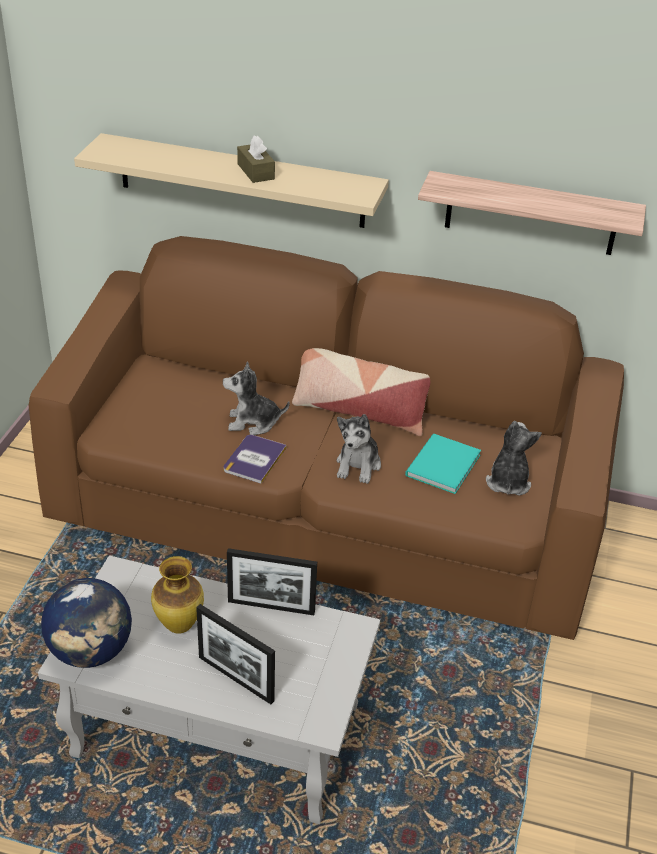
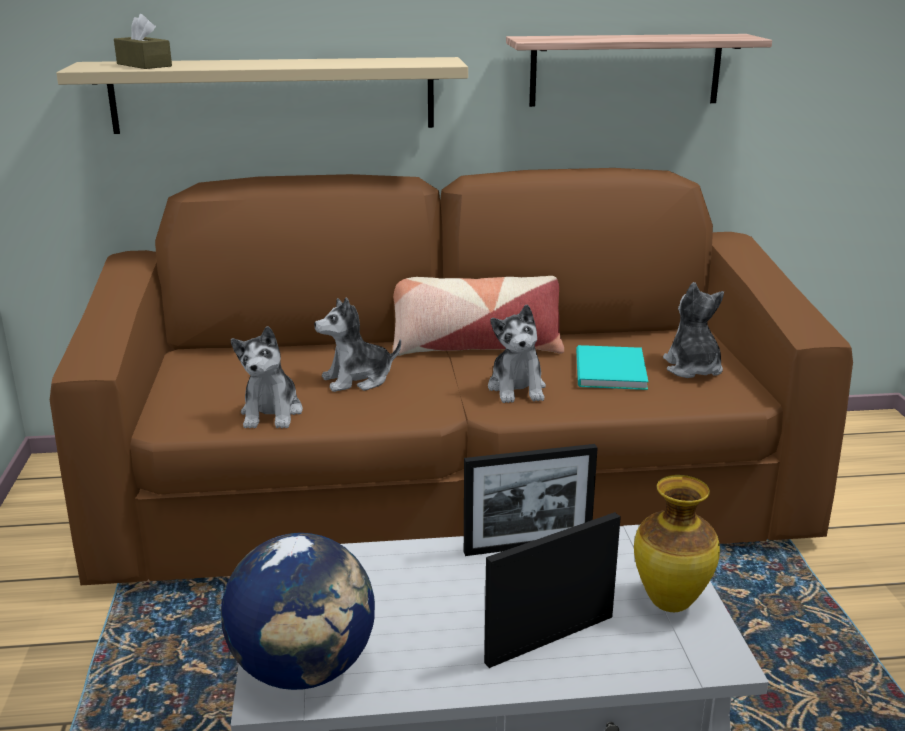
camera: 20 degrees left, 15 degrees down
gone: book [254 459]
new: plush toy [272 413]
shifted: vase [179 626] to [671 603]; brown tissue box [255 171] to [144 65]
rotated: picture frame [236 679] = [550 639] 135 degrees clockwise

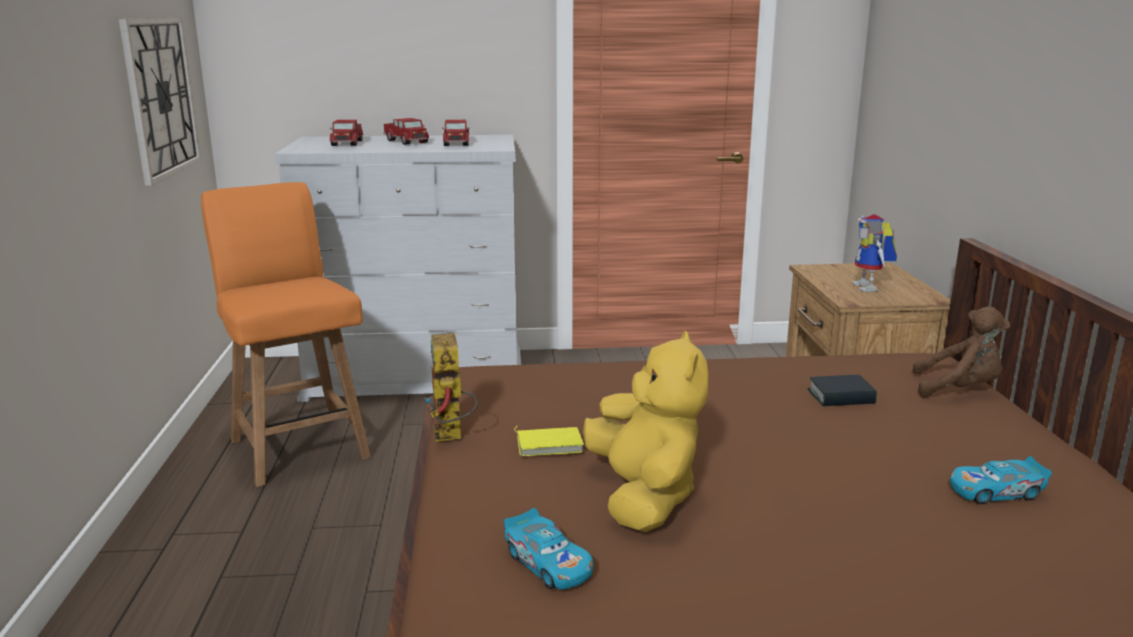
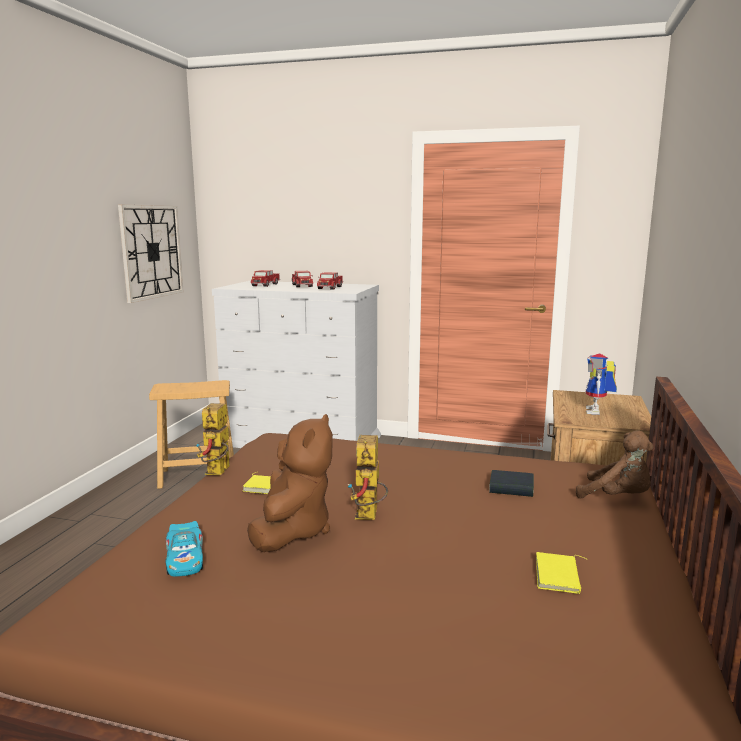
camera: 20 degrees right, 5 degrees down
new: toy robot [369 516]
swapped: orange chair [298 447] to brown stool [197 475]; toy car [995 491] to yellow book [559 576]
repainted: yellow plush toy [643 497] to brown plush toy [292 530]

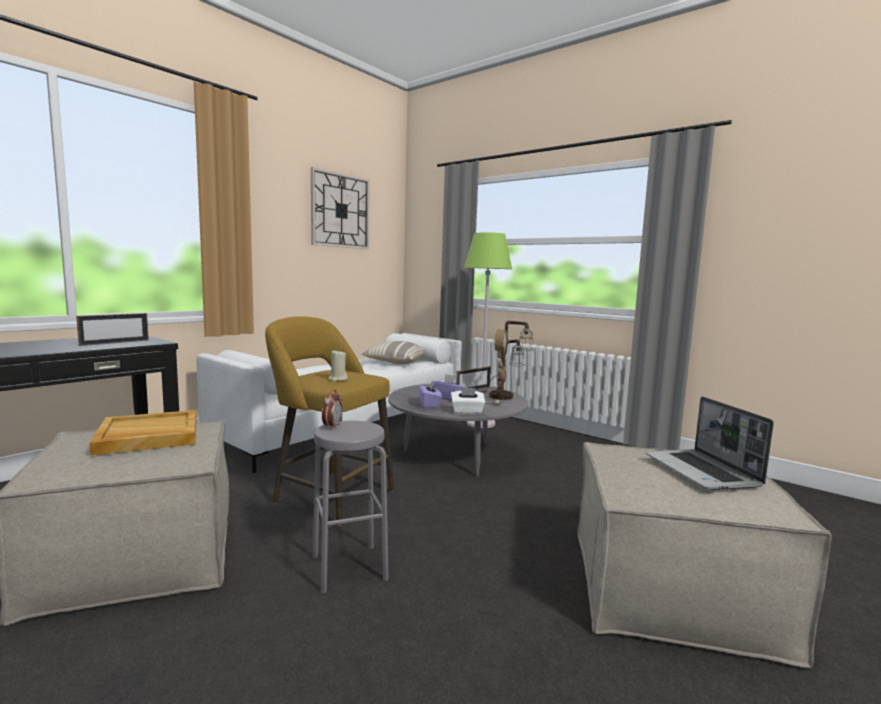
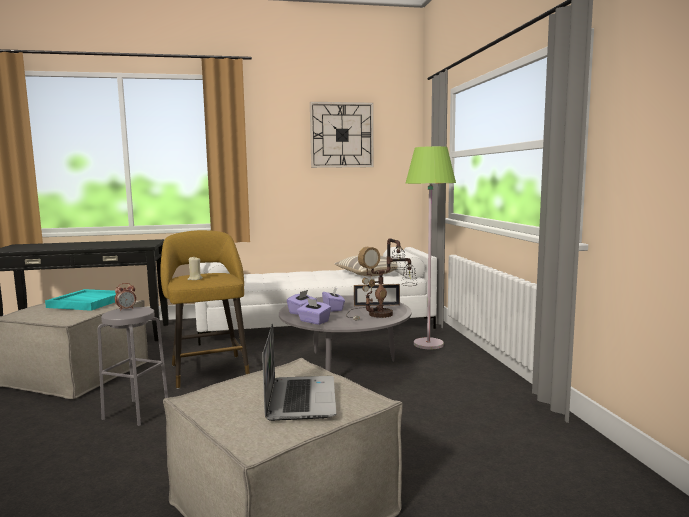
camera: 40 degrees right, 0 degrees up
gone: picture frame [115 342]
repainted: beige tray [148 436] to turquoise tray [87 302]; white tissue box [467 412] to purple tissue box [314 321]
rotated: laptop [702 471] = [300 399] 150 degrees clockwise

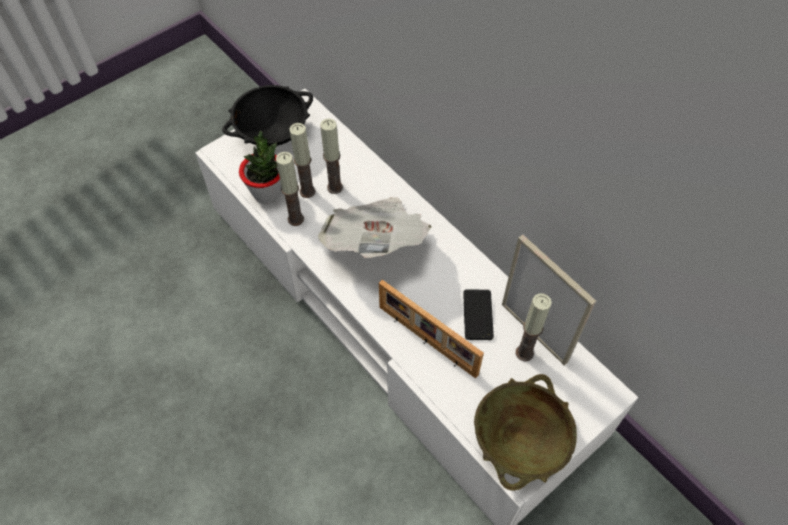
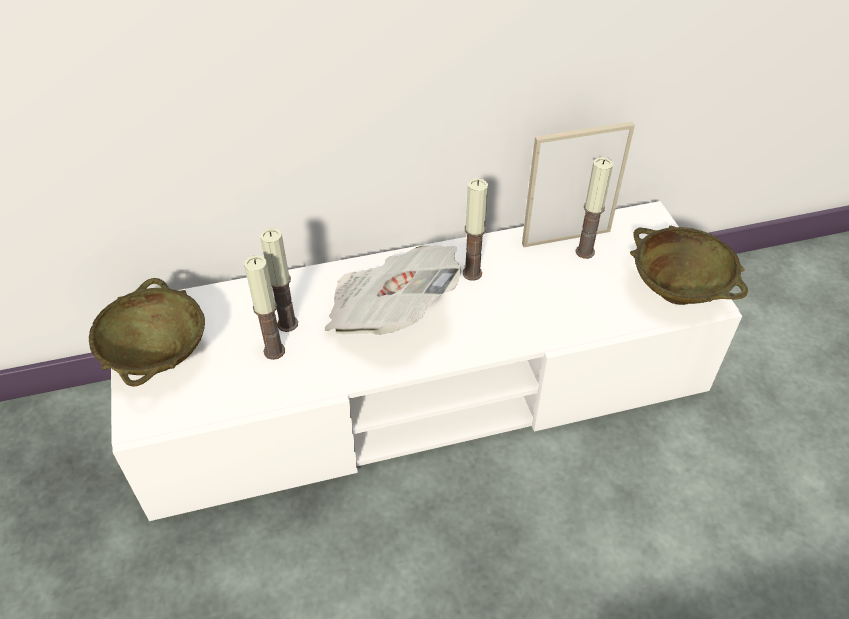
camera: 65 degrees left, 10 degrees down
gone: potted plant [267 193]; picture frame [426 341]; phone [478 315]
shifted: candle [295 219] to [472 273]
repainted: black bowl [273 135] to beige bowl [158 356]

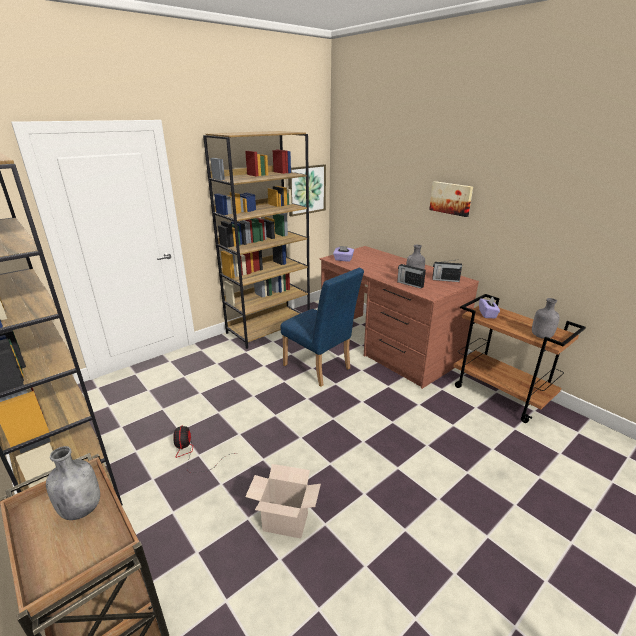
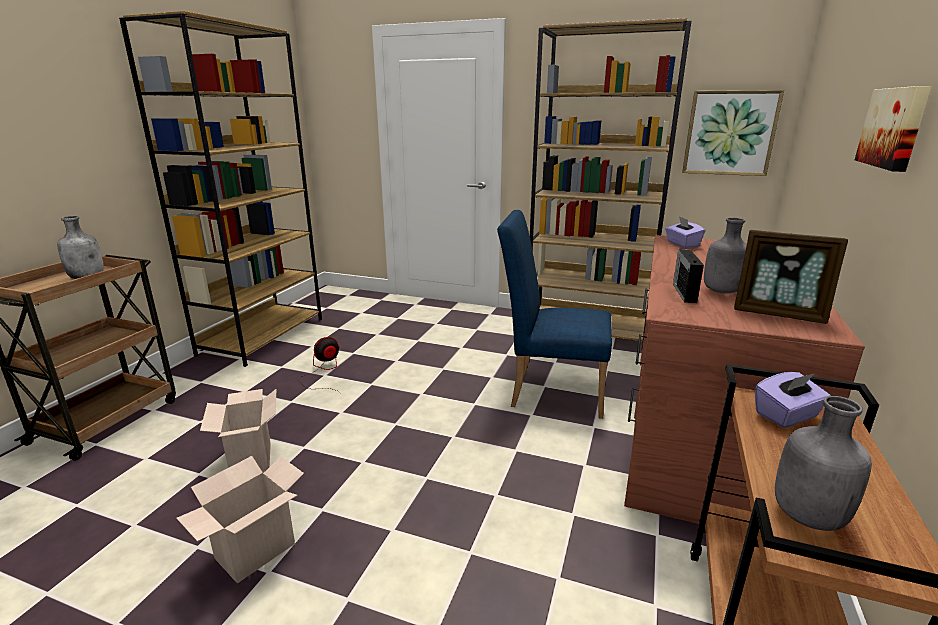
camera: 60 degrees right, 5 degrees down
new: cardboard box [254 553]
swapped: radio [445 280] to picture frame [778 314]
rotated: blue chair [320 369] = [549 392] 90 degrees clockwise

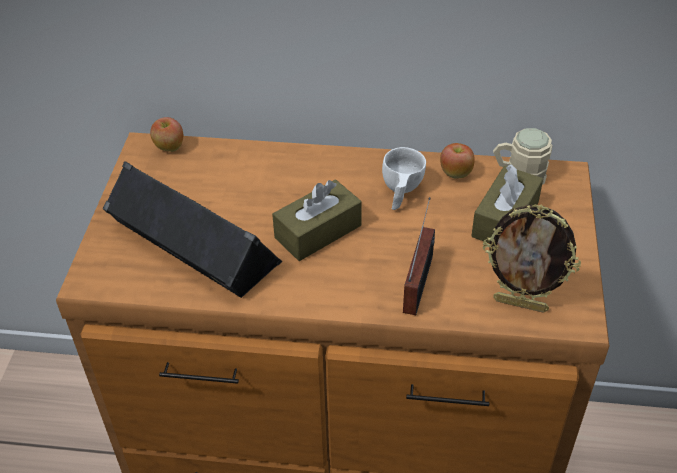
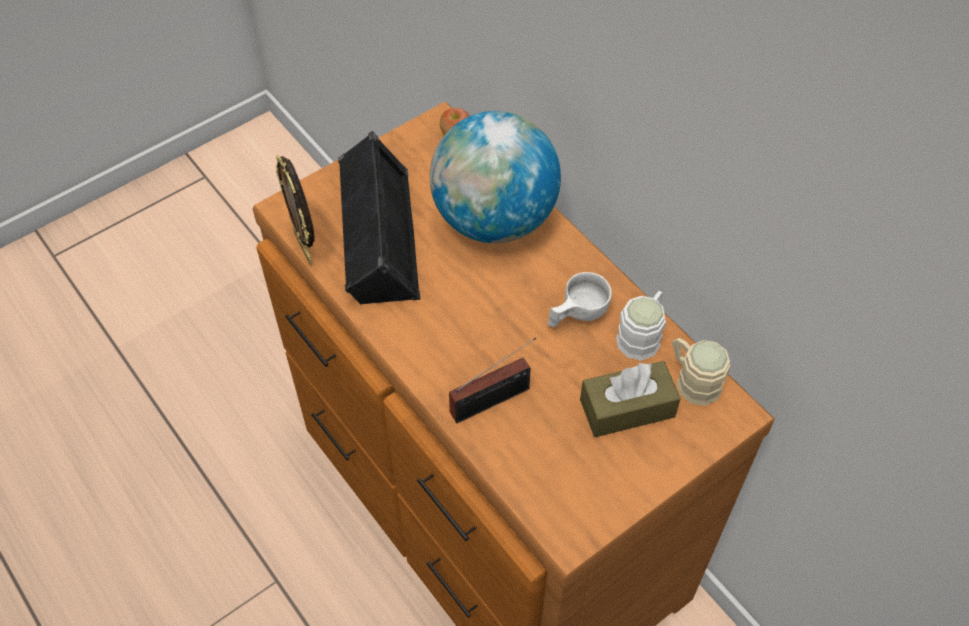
camera: 45 degrees right, 10 degrees up
gone: brown tissue box [318 231]
new: globe [494 219]
shifted: picture frame [521 304] to [305 247]
swapped: apple [455 173] to white mug [642 335]

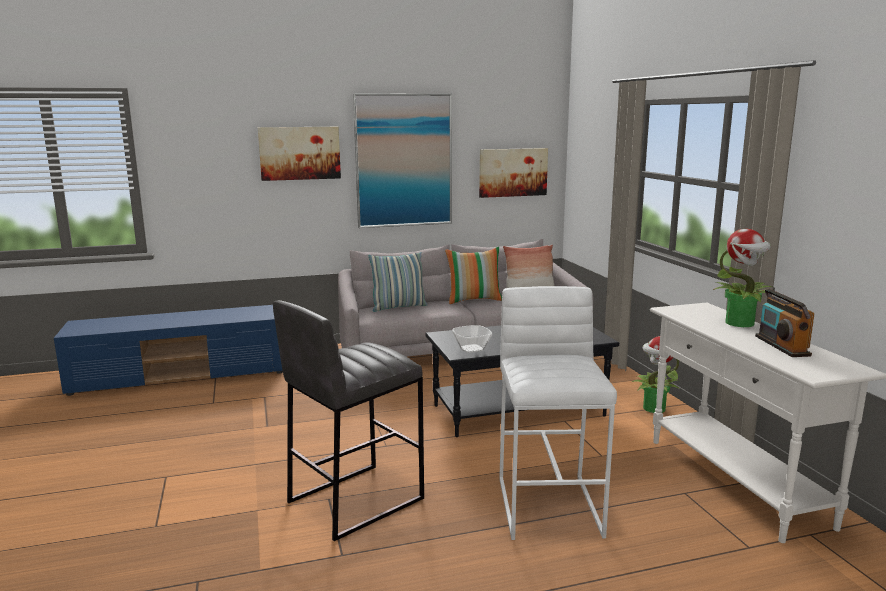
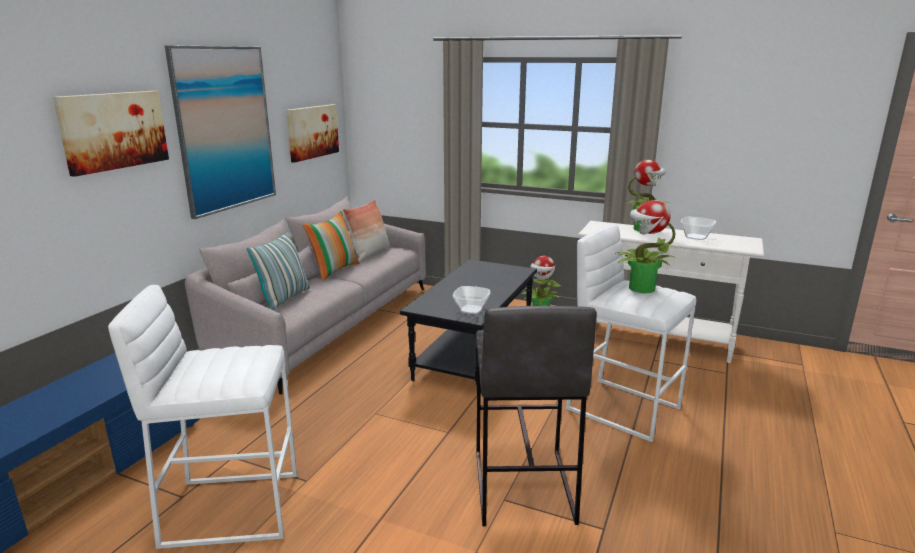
camera: 50 degrees left, 5 degrees up
new: white stool [231 507]; potted plant [640 288]
swapped: radio [781 346] to bowl [696 237]

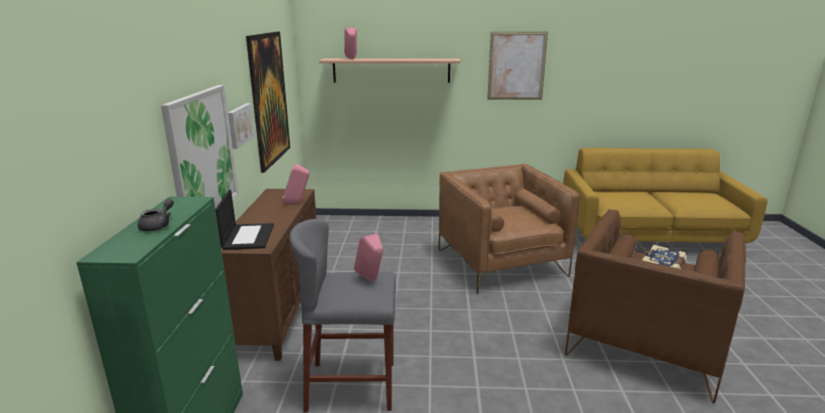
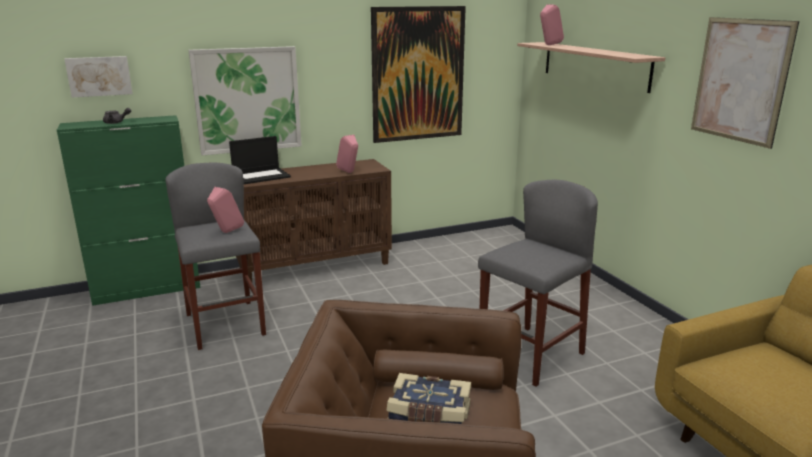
camera: 65 degrees right, 0 degrees up
shifted: picture [239 125] to [99 76]
swapped: brown armchair [500 263] to grey stool [531 355]

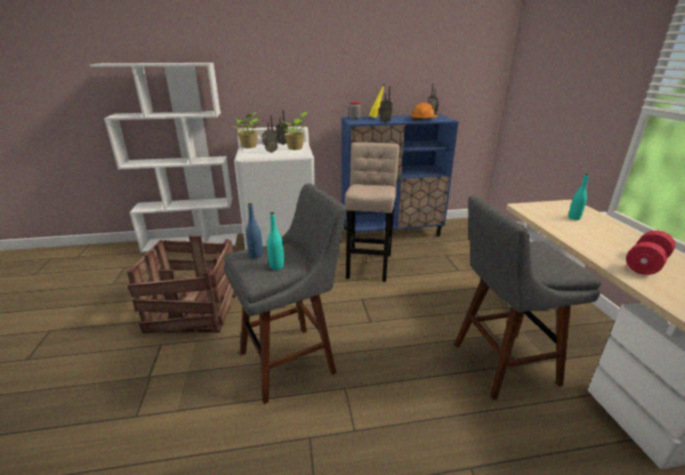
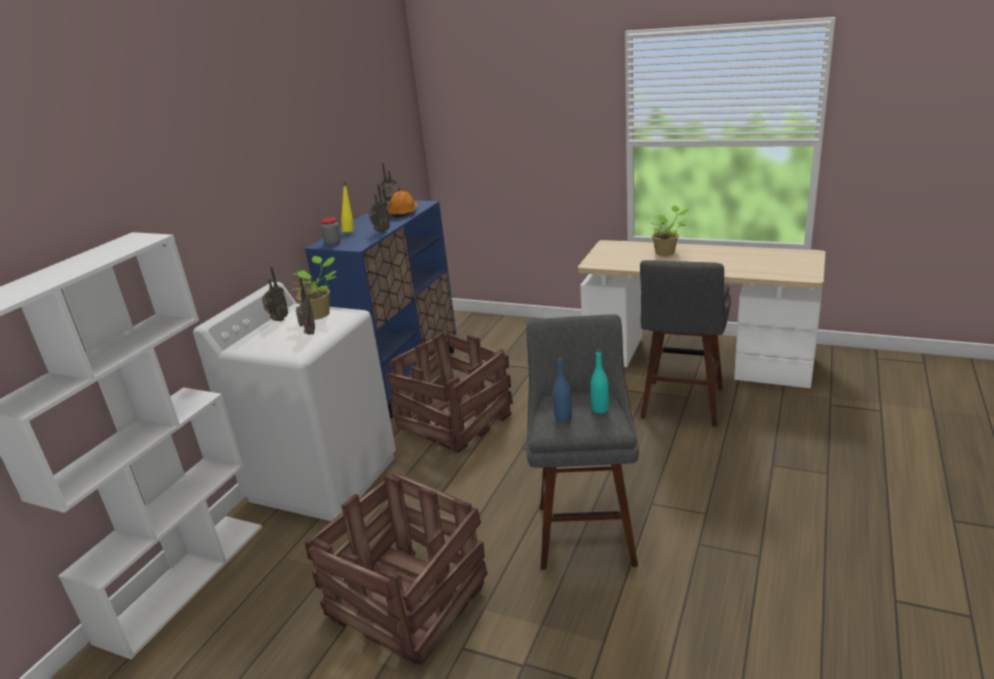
camera: 55 degrees left, 0 degrees up
gone: turquoise bottle [574 218]; red dumbbell [645 264]
shifted: potted plant [249 147] to [666 252]
swapped: beige stool [369 264] to crate [456 420]

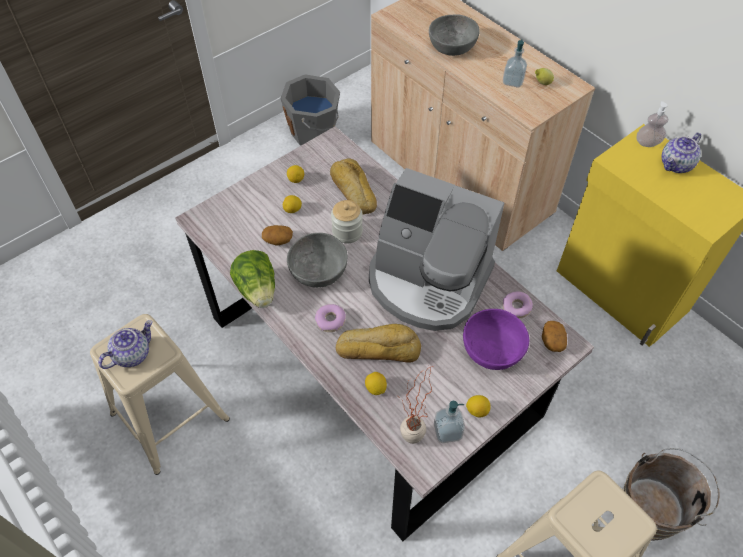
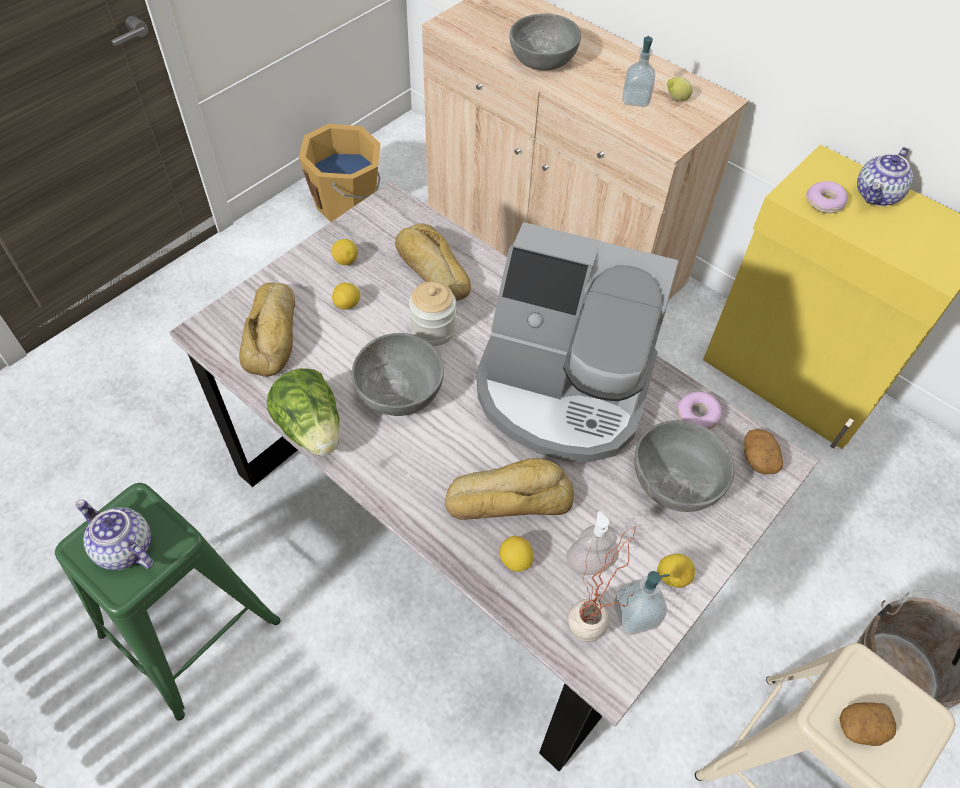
camera: 10 degrees left, 0 degrees up
new: bread [274 334]
shifted: potato [277 240] to [861 728]; donut [331 321] to [824 203]; soap dispenser [647 143] to [589 563]
repainted: beige stool [168 416] to green stool [187 627]; grey bucket [314 131] to orange bucket [348 202]; purple bowl [493 349] to grey bowl [676 480]
rotated: teapot [132 354] = [124 548] 90 degrees counterclockwise

